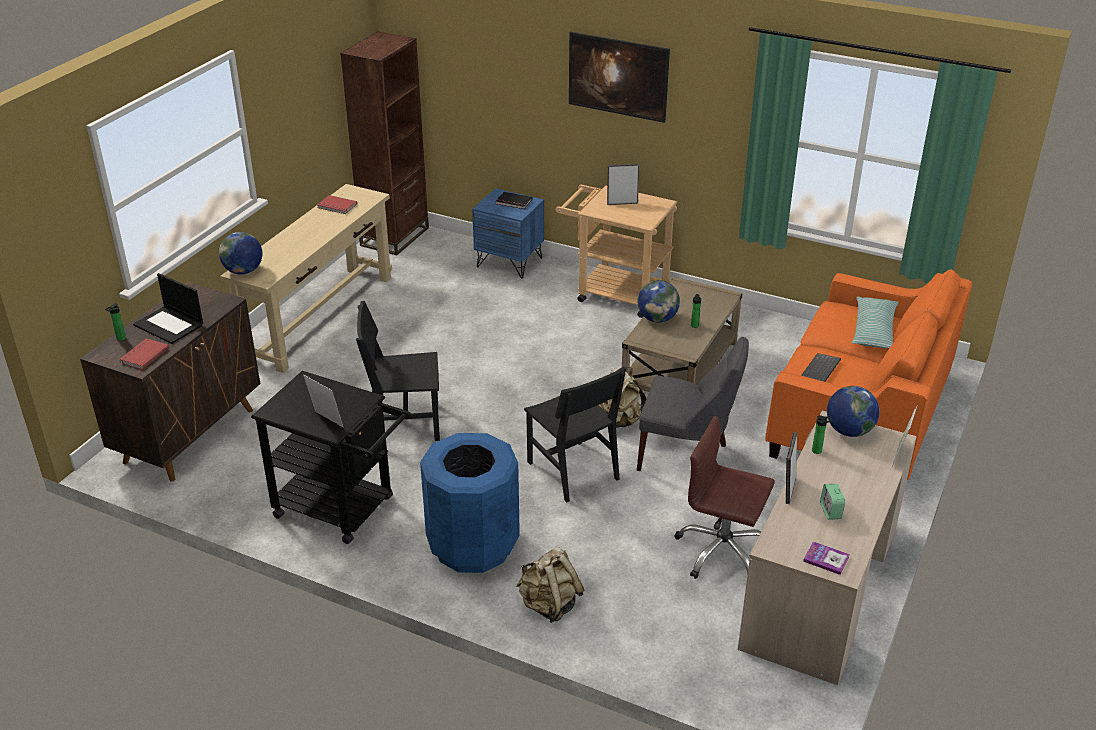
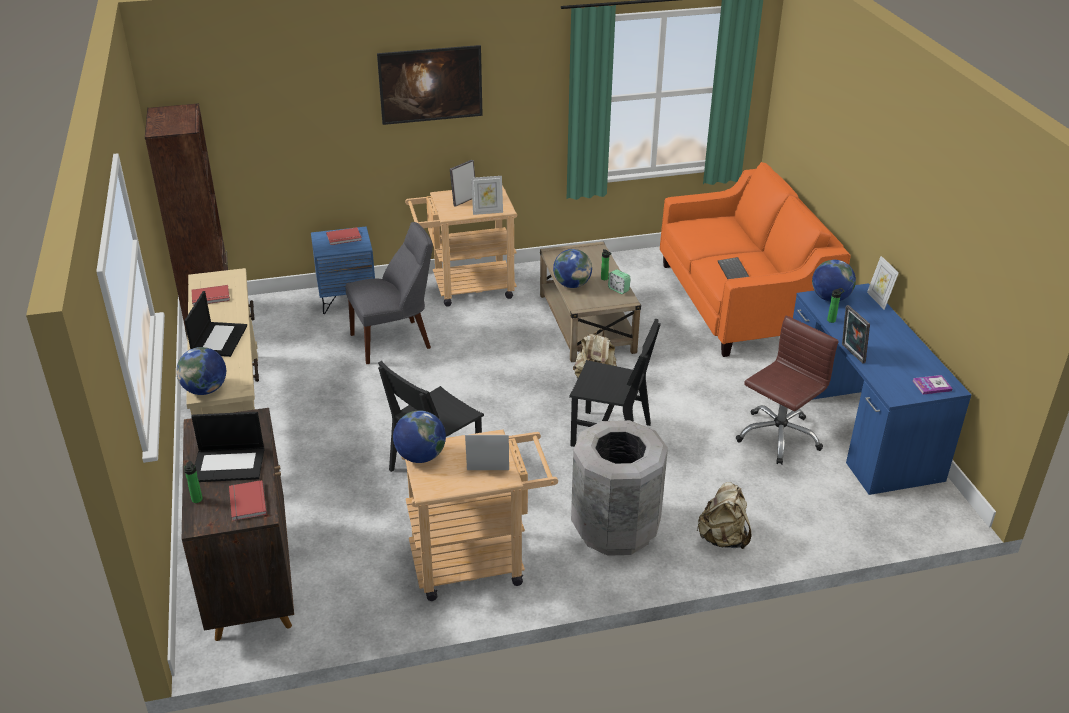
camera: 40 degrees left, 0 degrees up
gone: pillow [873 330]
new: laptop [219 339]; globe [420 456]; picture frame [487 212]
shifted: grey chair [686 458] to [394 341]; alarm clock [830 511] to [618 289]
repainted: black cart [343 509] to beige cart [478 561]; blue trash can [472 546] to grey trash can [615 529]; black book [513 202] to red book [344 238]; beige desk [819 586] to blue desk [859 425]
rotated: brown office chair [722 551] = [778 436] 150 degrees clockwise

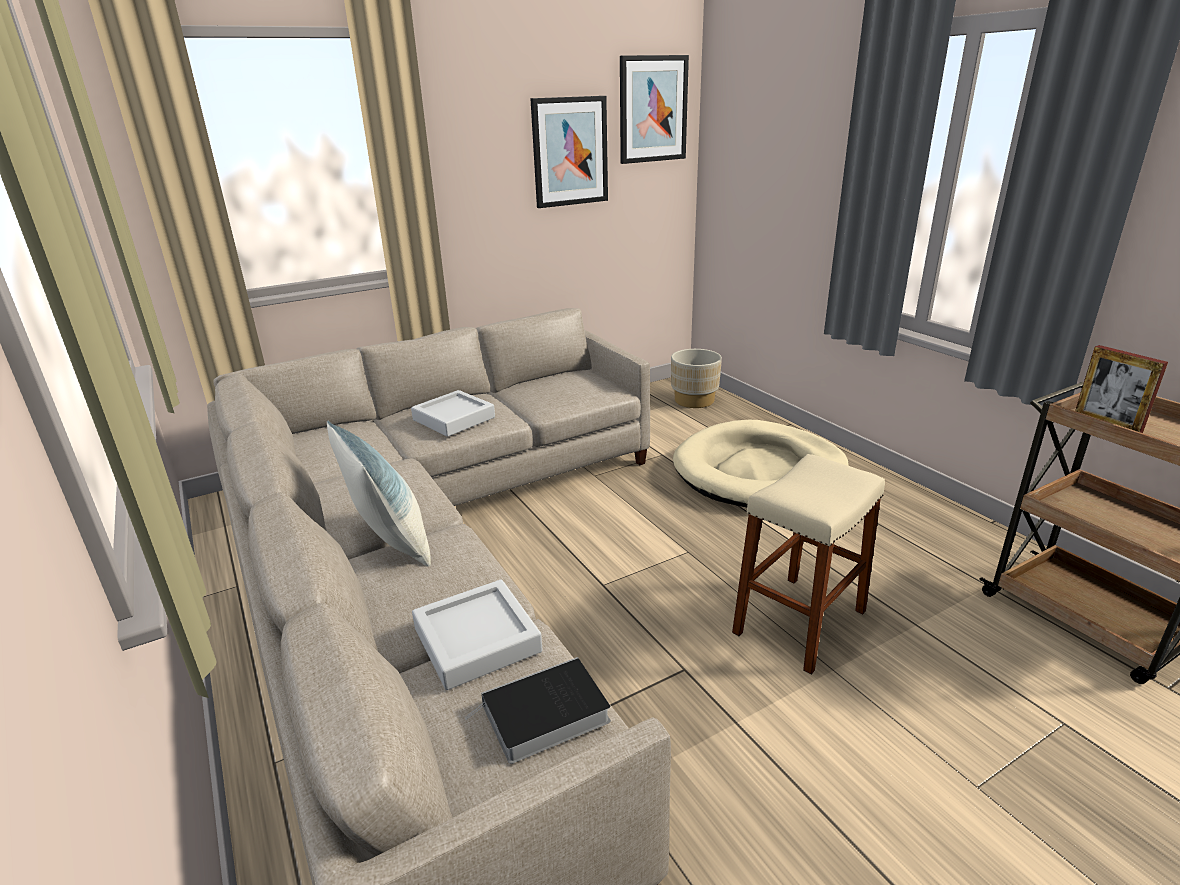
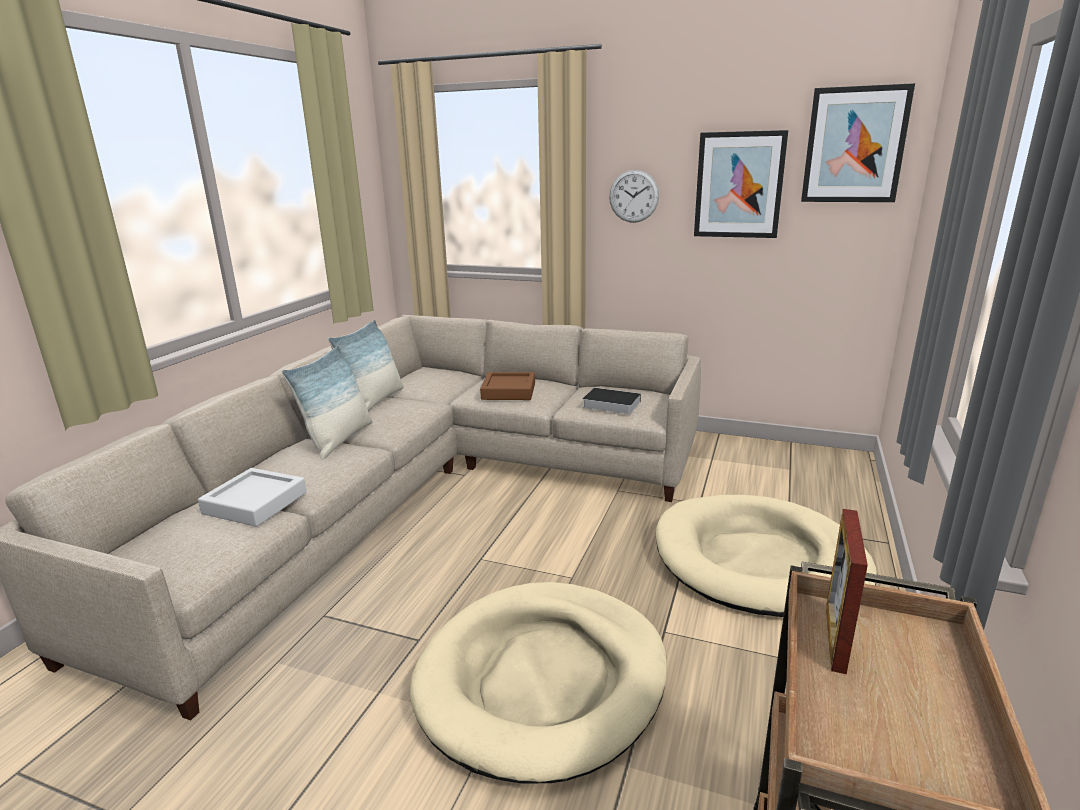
camera: 50 degrees right, 5 degrees down
gone: beige planter [694 400]
new: pillow [374 401]; wall clock [633 196]
shifted: book [543 716] to [609 404]
swapped: beige stool [800 622] to beige dog bed [543 679]
repainted: grey tray [454 419] to brown tray [508 391]

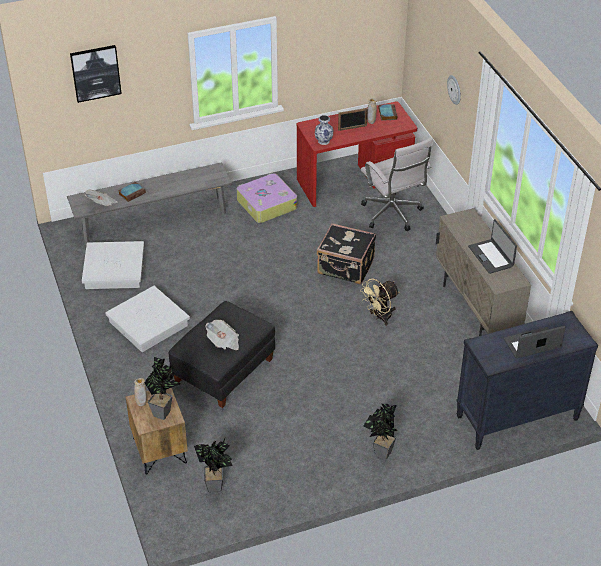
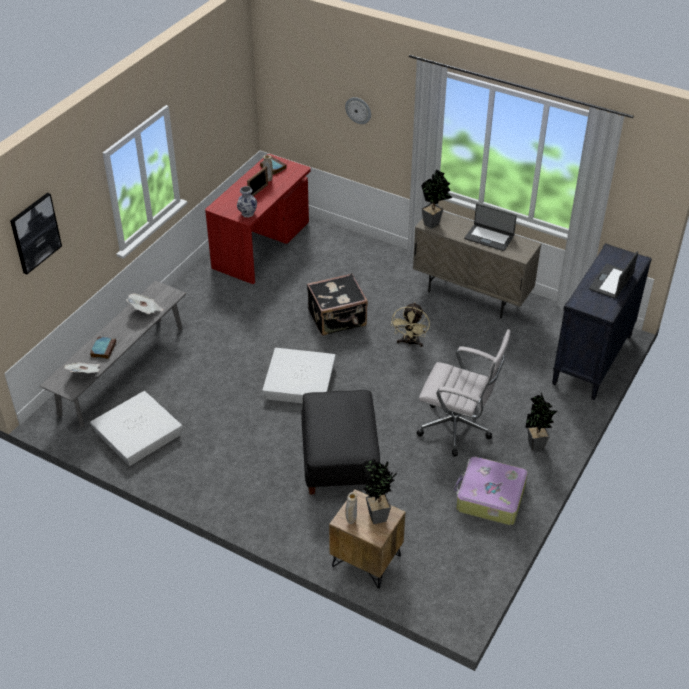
camera: 40 degrees left, 0 degrees up
shifted: white storage box [148 323] to [299 381]; potted plant [217 487] to [434 223]; newspaper [223 342] to [146 311]; suitcase [266 204] to [489 497]; white office chair [393 215] to [458 429]

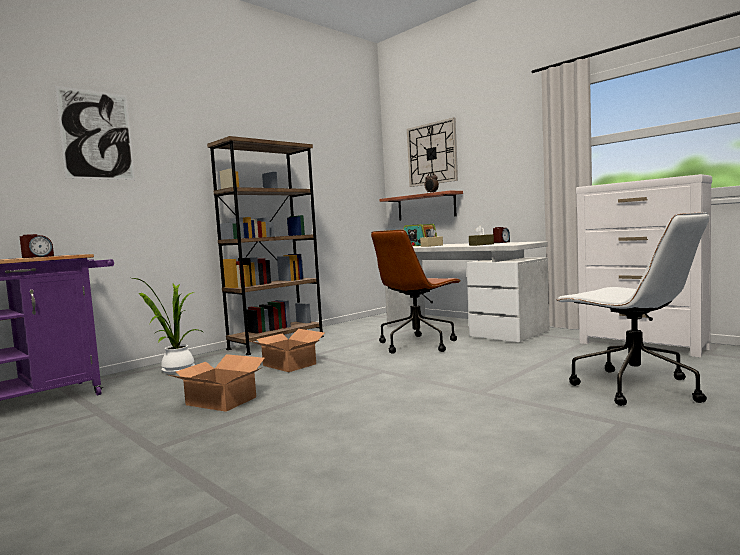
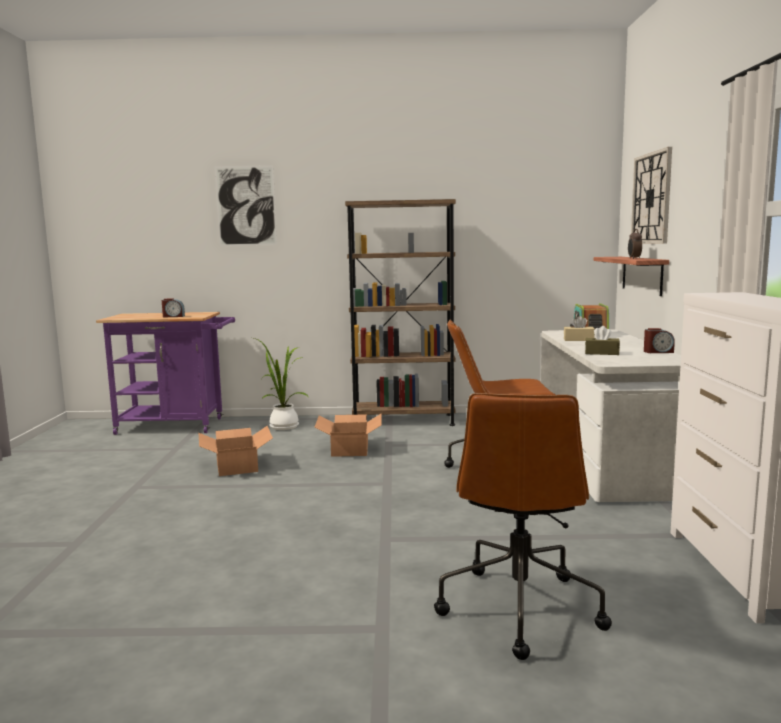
camera: 45 degrees right, 5 degrees up
repainted: white office chair [633 387] to brown office chair [519 607]

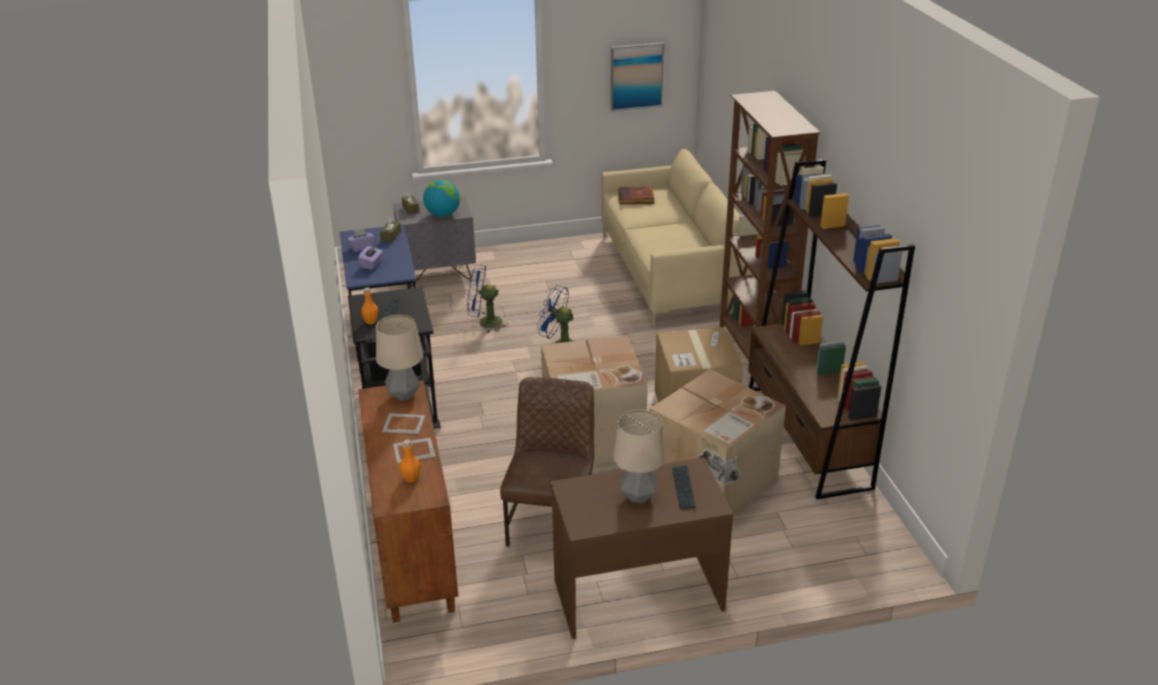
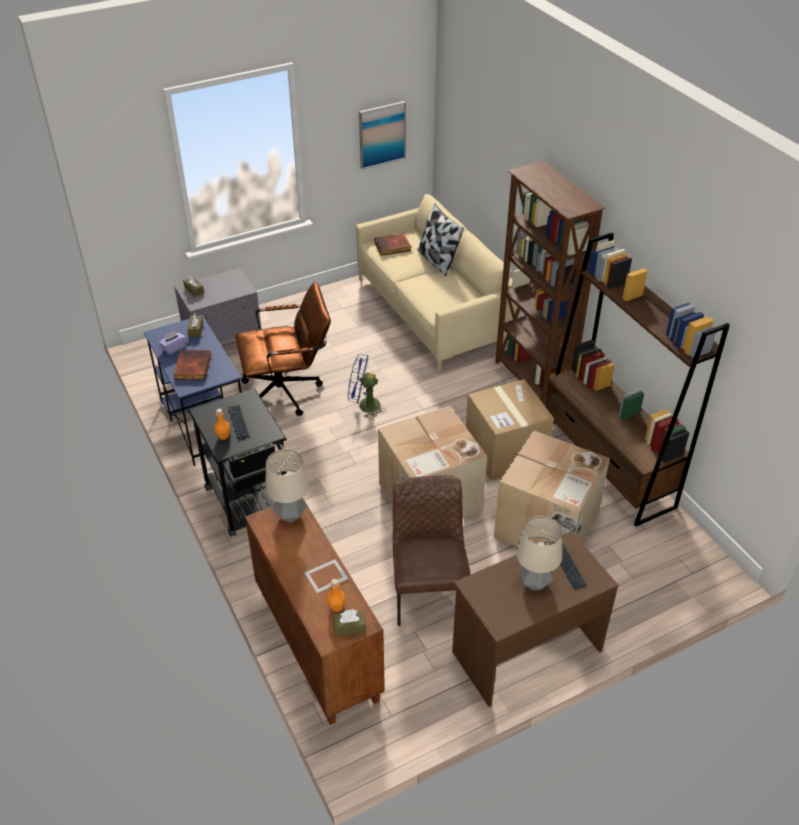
camera: 15 degrees left, 10 degrees up
gone: picture frame [403 423]; globe [443 214]
new: brown tissue box [350 627]; pillow [437 261]
swapped: purple tissue box [371 264] to book [192 367]; blue fan [485 323] to brown office chair [288 391]

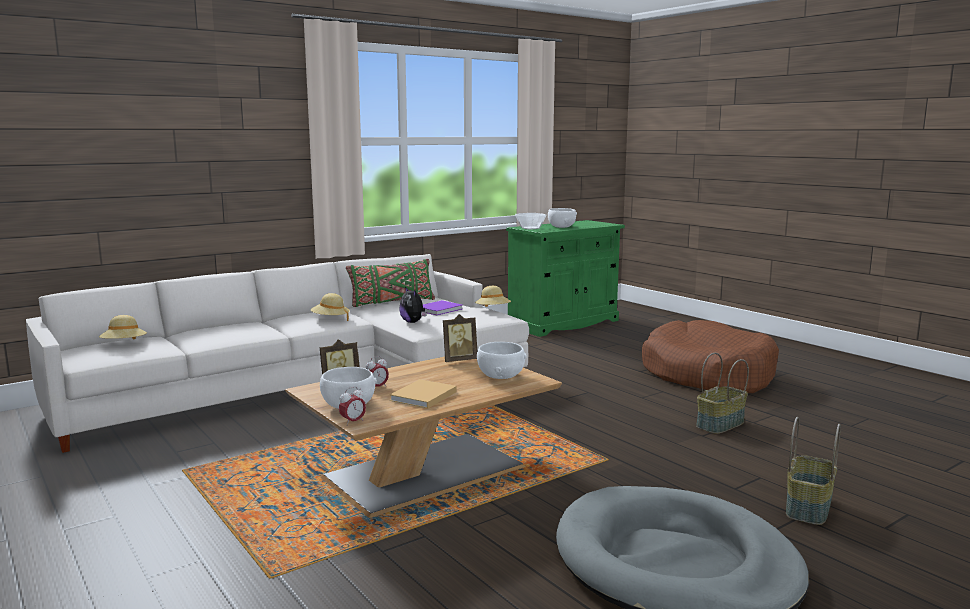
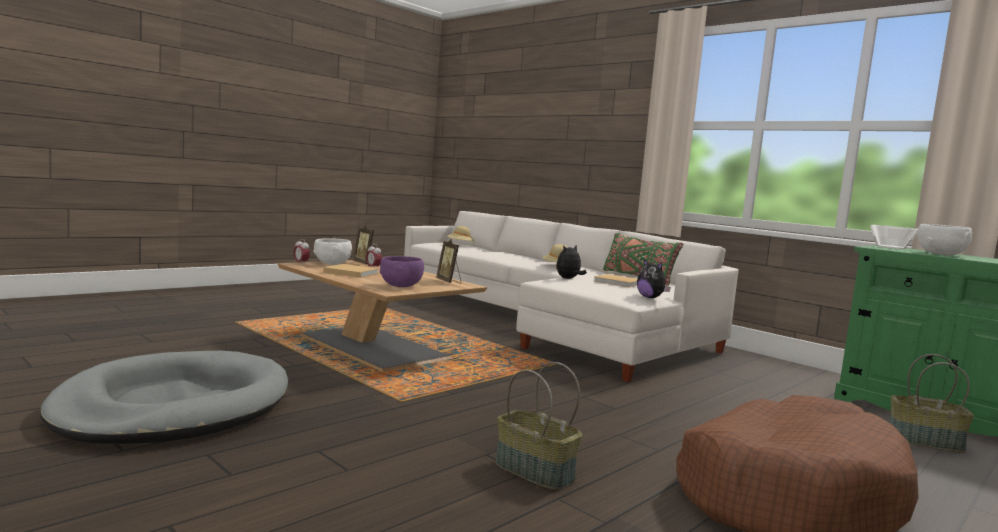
camera: 80 degrees right, 5 degrees down
shifted: basket [809 508] to [924 442]
swapped: beige hat [493 310] to plush toy [650 298]
repainted: purple book [440 309] to beige book [619 283]; white bowl [500 376] to purple bowl [401 286]

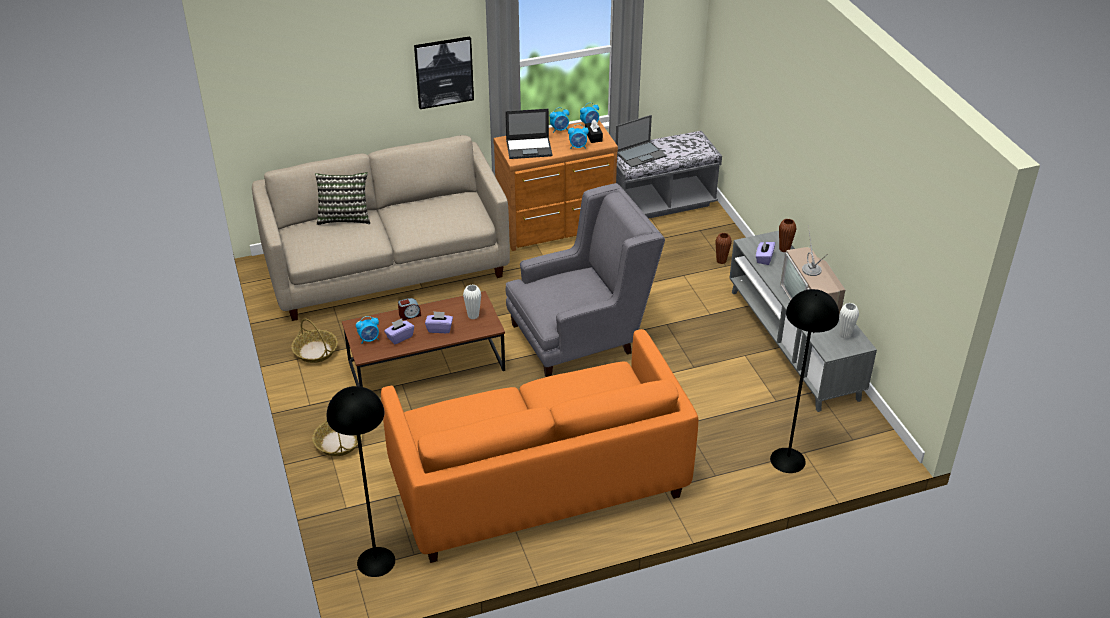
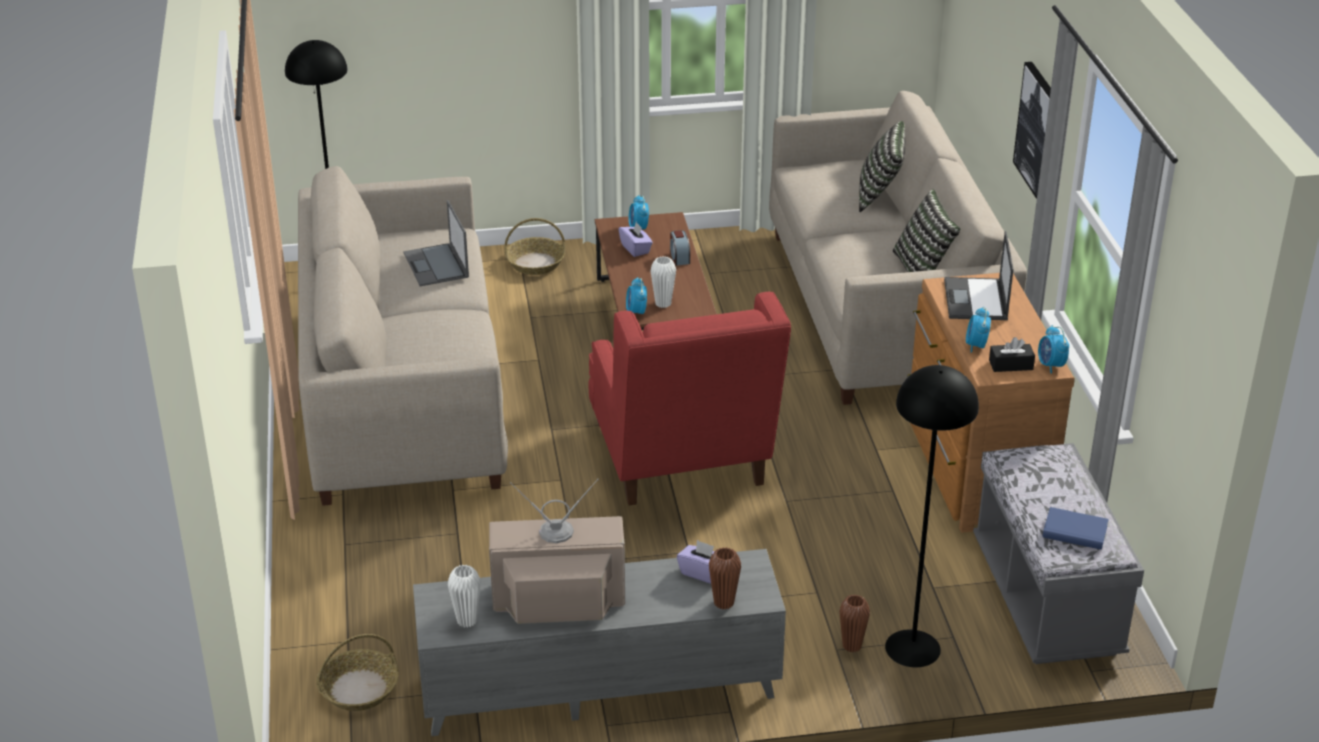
camera: 100 degrees right, 5 degrees down
gone: purple tissue box [439 329]
new: pillow [923 270]; blue book [1074 532]
shifted: basket [316 351] to [358 689]; alarm clock [559 130] to [636 312]; laptop [641 154] to [436 265]; black floor lamp [788 460] to [912 648]
repainted: orange sofa [537 483] to beige sofa [403 395]; grey armchair [581 335] to red armchair [683 463]

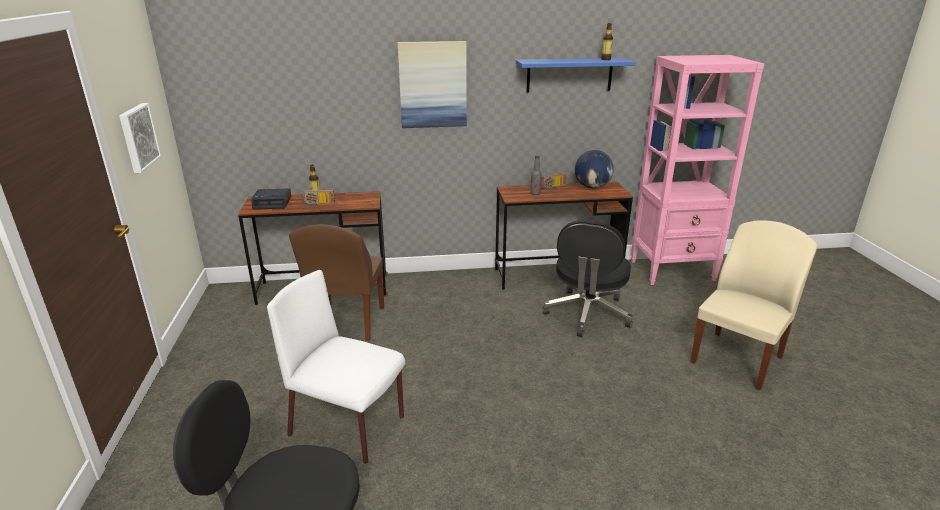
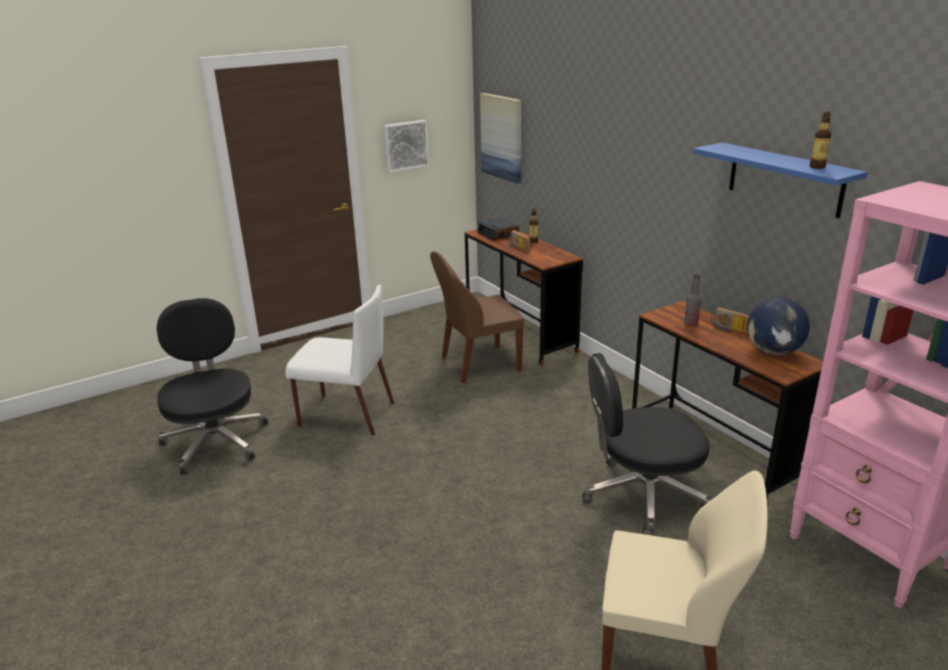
camera: 65 degrees right, 0 degrees up
shifted: picture [433 85] to [502 137]
rotated: white chair [349 427] = [345 415] 105 degrees clockwise

